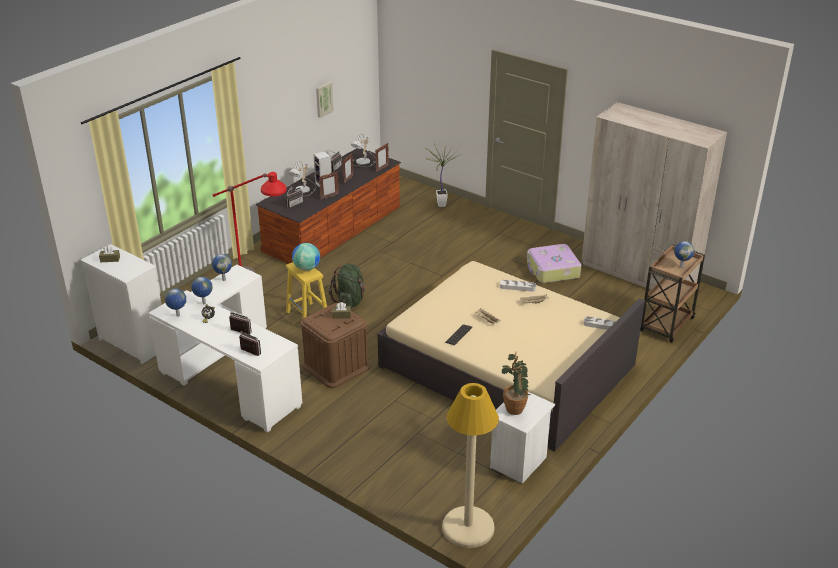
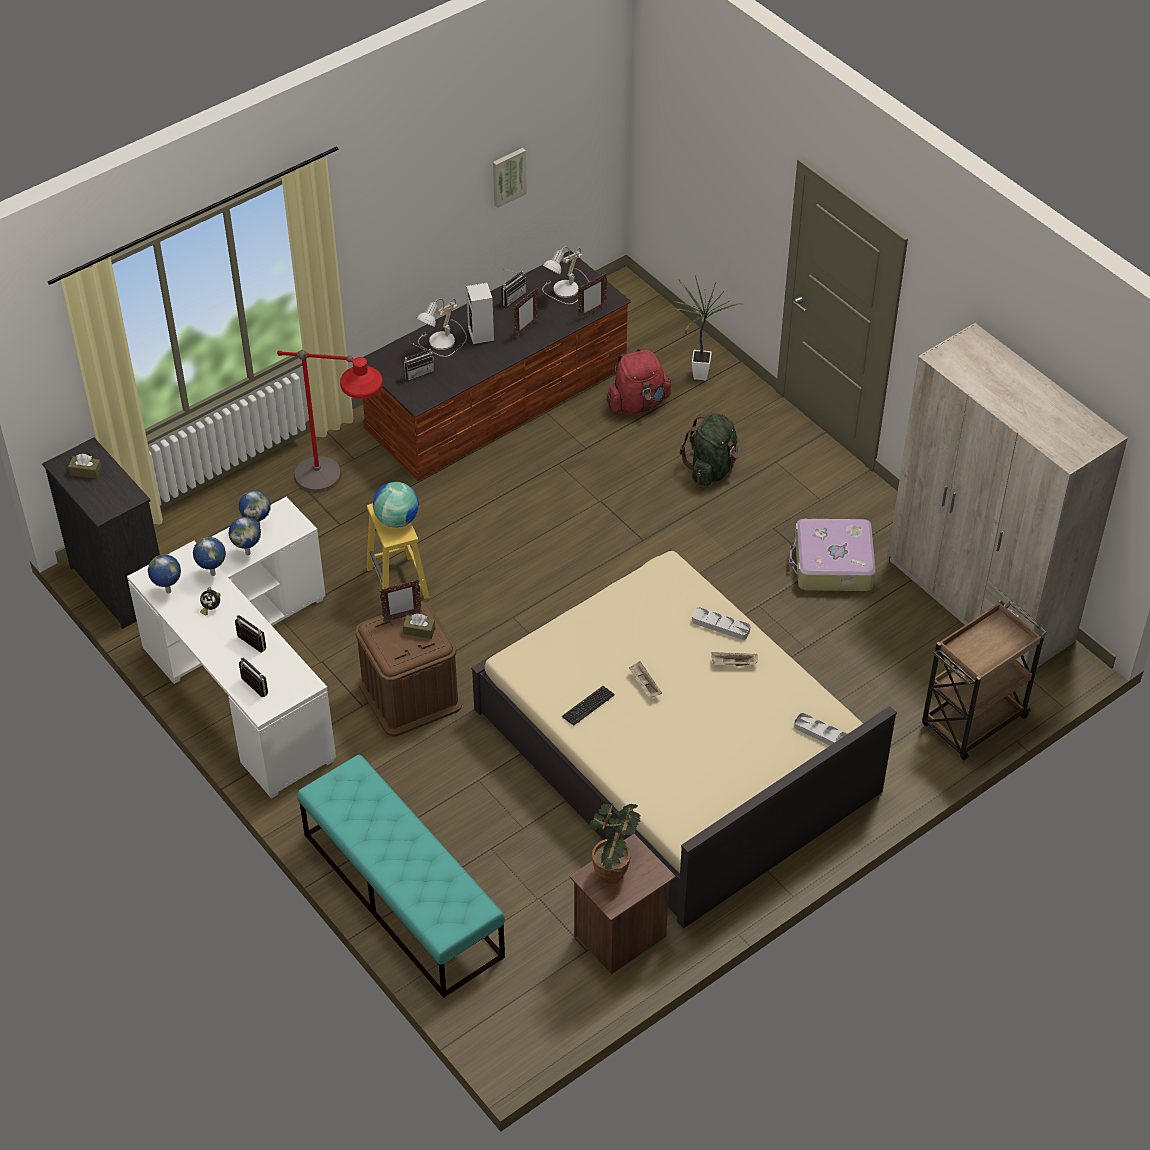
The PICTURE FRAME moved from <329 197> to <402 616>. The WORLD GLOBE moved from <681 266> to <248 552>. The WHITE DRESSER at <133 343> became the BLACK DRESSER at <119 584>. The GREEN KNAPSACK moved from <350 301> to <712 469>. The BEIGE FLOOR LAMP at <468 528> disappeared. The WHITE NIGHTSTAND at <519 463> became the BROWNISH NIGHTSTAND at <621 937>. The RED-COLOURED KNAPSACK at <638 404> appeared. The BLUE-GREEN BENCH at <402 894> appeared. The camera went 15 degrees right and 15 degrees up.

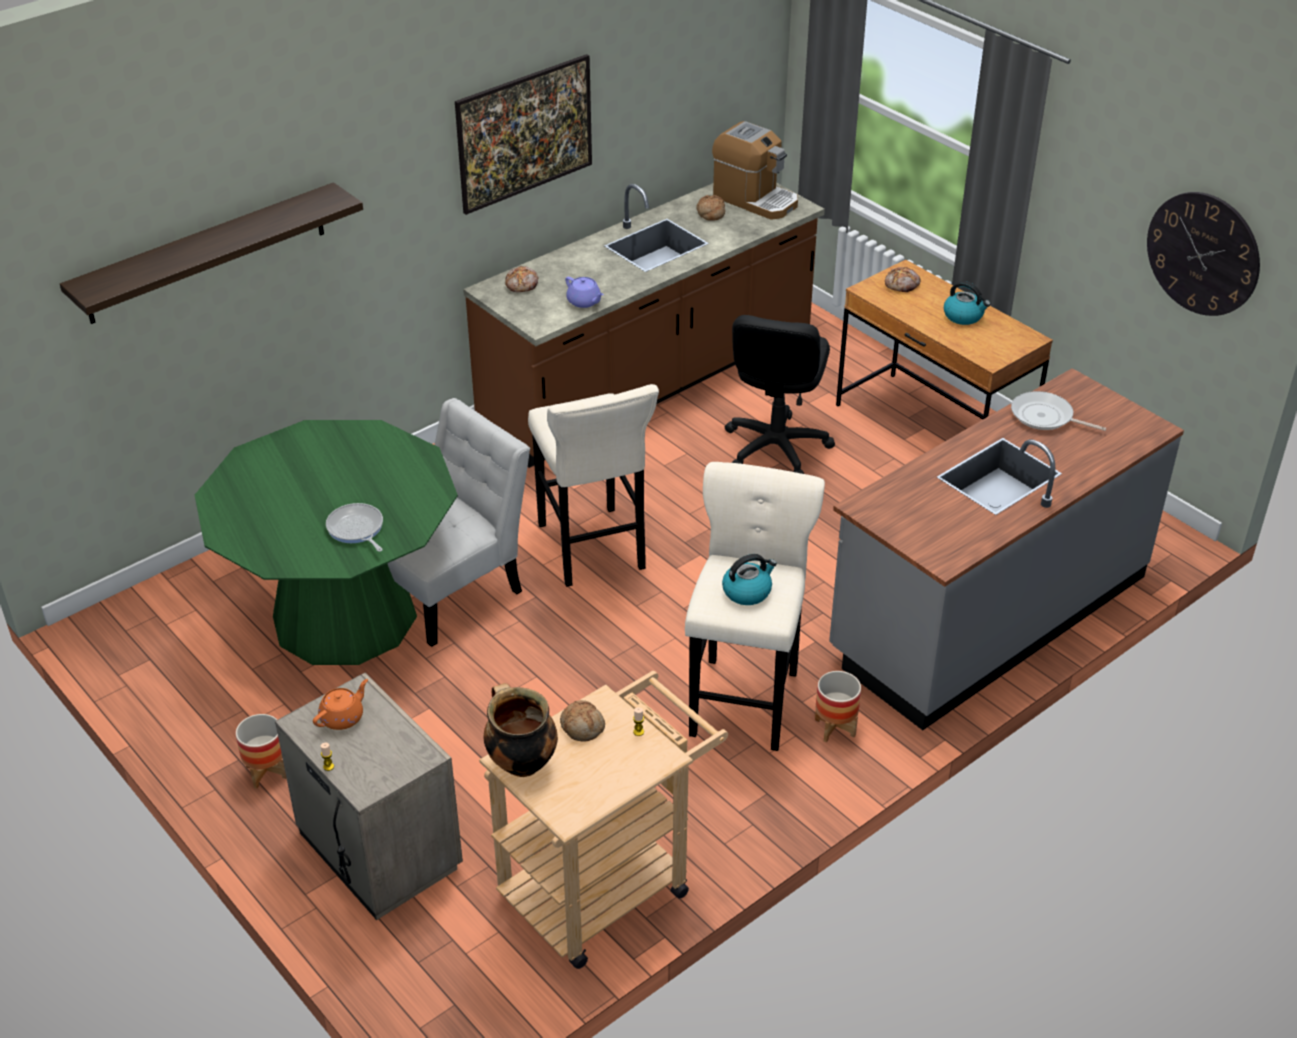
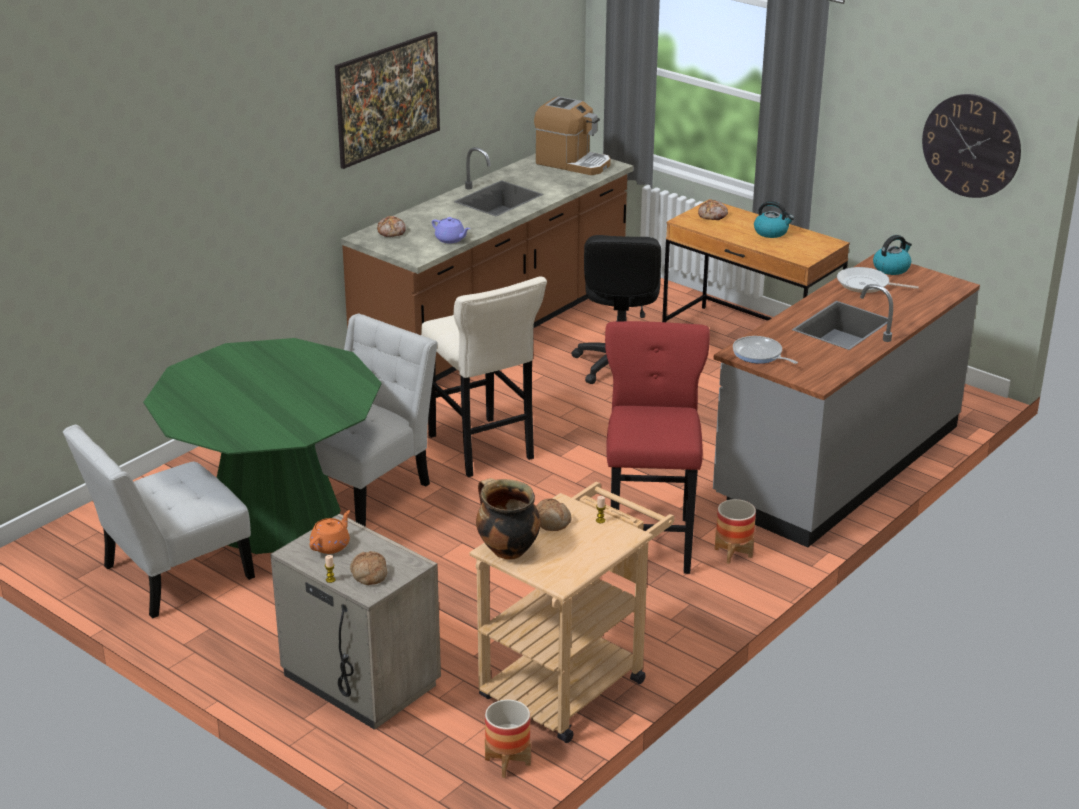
The BRACKET SHELF at <206 253> disappeared. The BREAD moved from <710 213> to <368 574>. The BEIGE STOOL SEAT at <745 698> became the RED-COLOURED STOOL SEAT at <650 540>. The PAN moved from <356 529> to <759 354>. The WATER KETTLE moved from <747 591> to <891 268>. The PLANT POT moved from <266 772> to <507 762>. The WHITE PLAIN CHAIR at <170 575> appeared. The camera went 10 degrees left and 10 degrees down.

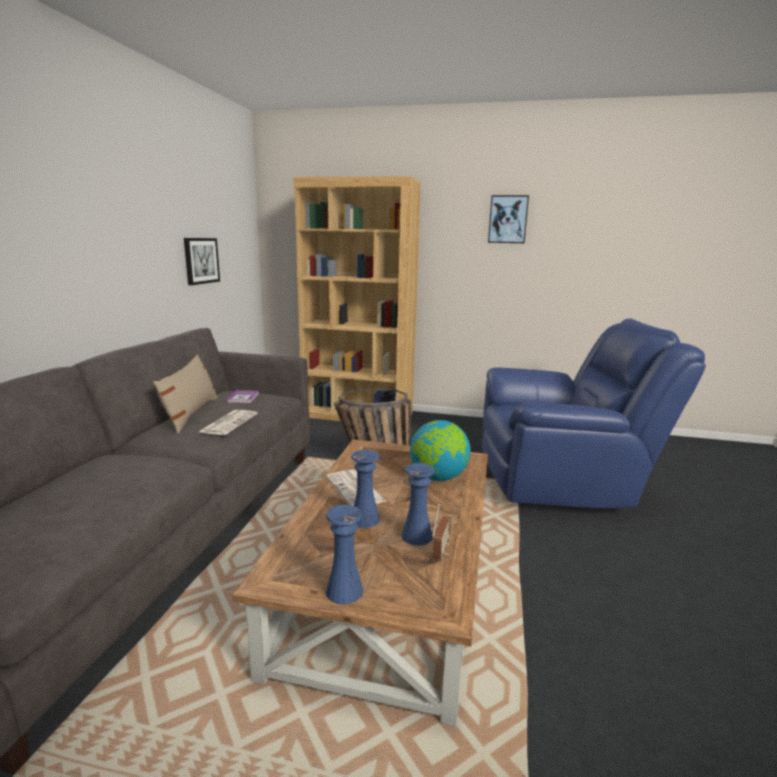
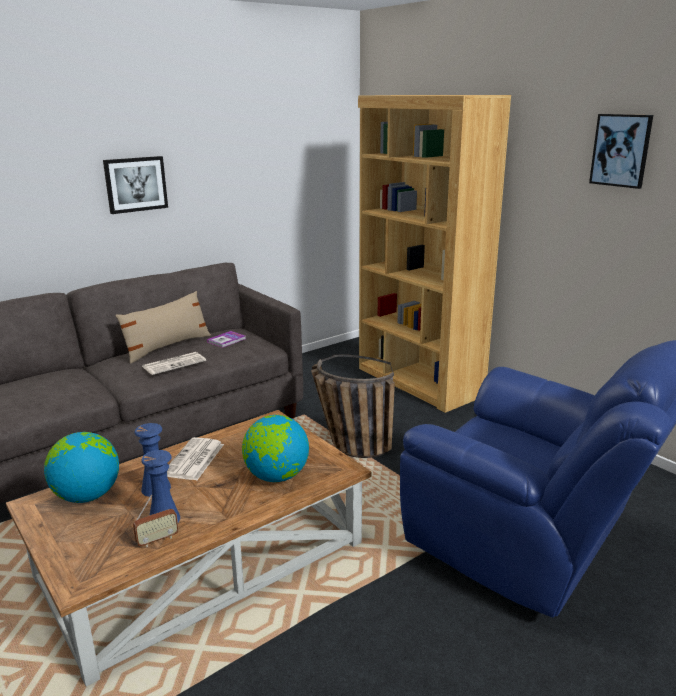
The PICTURE moved from <201 260> to <135 184>. The BLUISH DECORATIVE VASE at <344 591> disappeared. The WORLD GLOBE at <87 496> appeared. The camera went 40 degrees right and 5 degrees up.

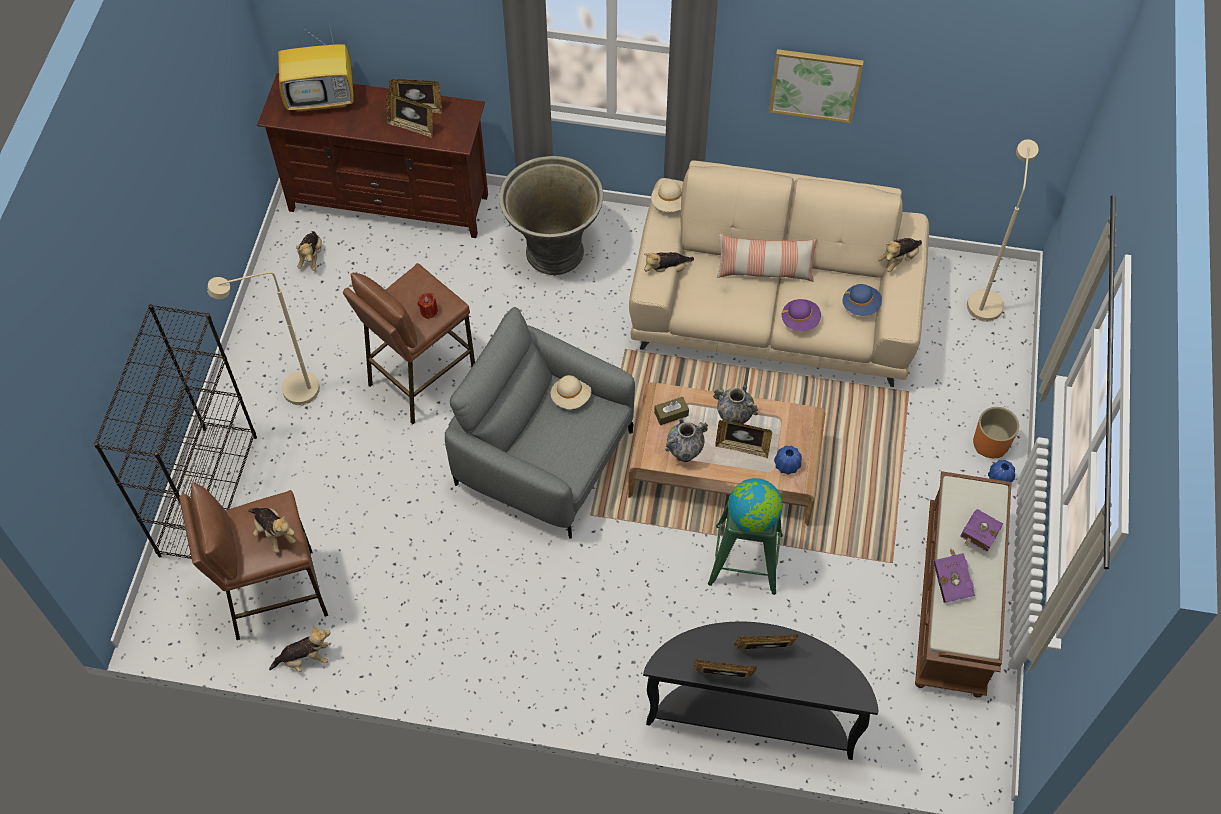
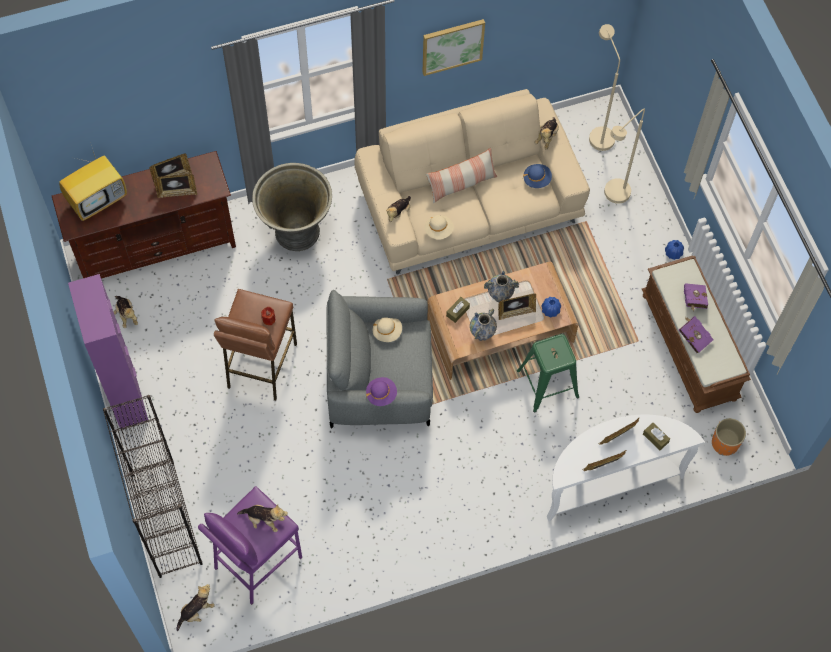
The BEIGE HAT moved from <670 203> to <439 230>. The BEIGE FLOOR LAMP moved from <290 393> to <613 197>. The PURPLE-COLOURED HAT moved from <800 320> to <381 394>. The ORANGE-COLOURED PLANT POT moved from <990 444> to <725 443>. The WORLD GLOBE at <753 518> disappeared. The BROWNISH STOOL SEAT at <274 595> became the PURPLE-COLOURED STOOL SEAT at <257 562>. The BLACK NARROW TABLE at <752 715> became the WHITE NARROW TABLE at <609 481>. The CUDDLY TOY moved from <305 659> to <196 611>. The PURPLE-COLOURED CUPBOARD at <126 397> appeared. The BROWNISH TISSUE BOX at <655 438> appeared. The camera went 30 degrees left and 5 degrees up.

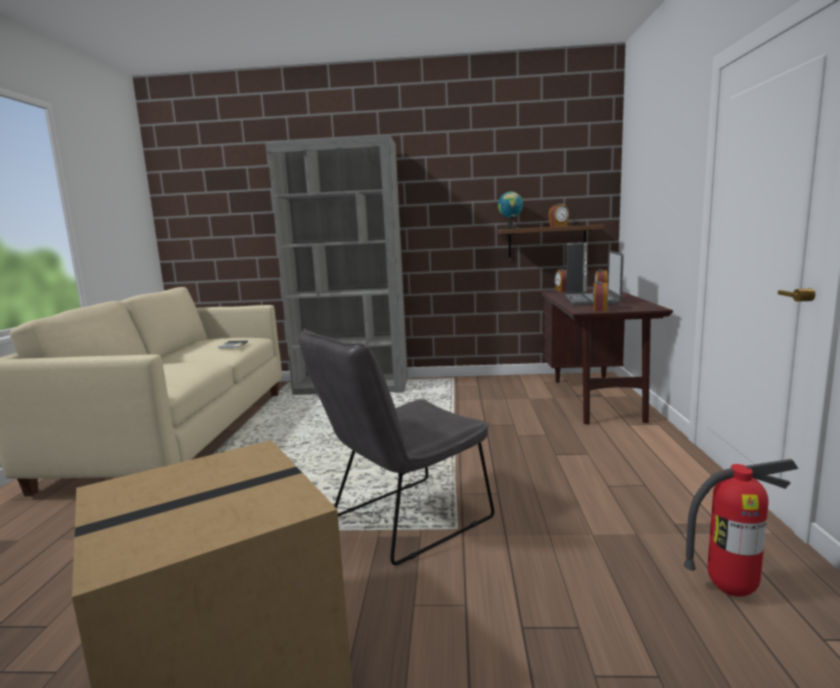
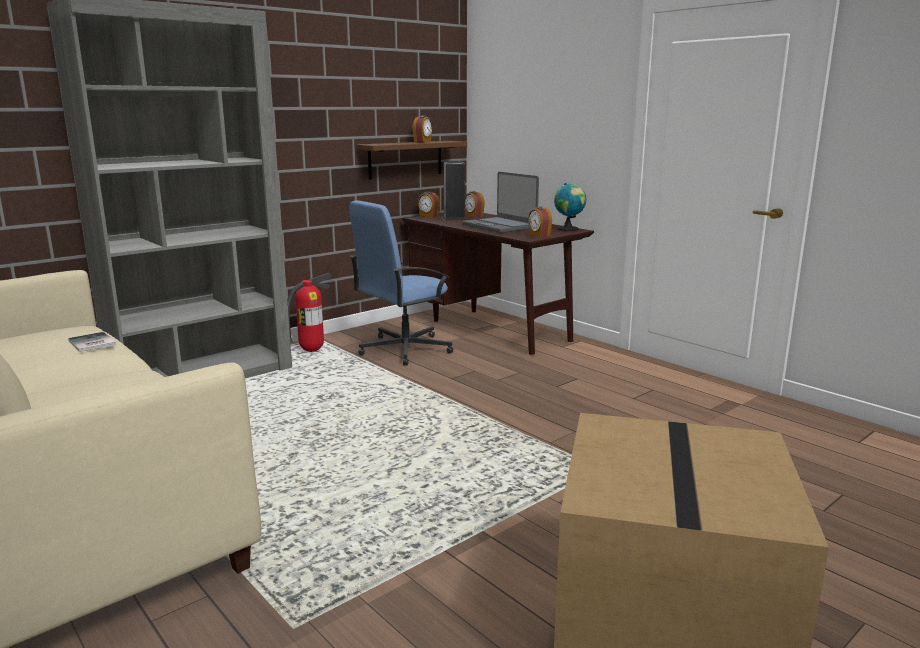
The WORLD GLOBE moved from <510 228> to <569 229>. The GREYISH PLAIN CHAIR at <402 521> disappeared. The FIRE-FIGHTING CYLINDER moved from <731 590> to <311 350>. The BLUISH DESK CHAIR at <403 349> appeared. The camera went 45 degrees left and 5 degrees up.

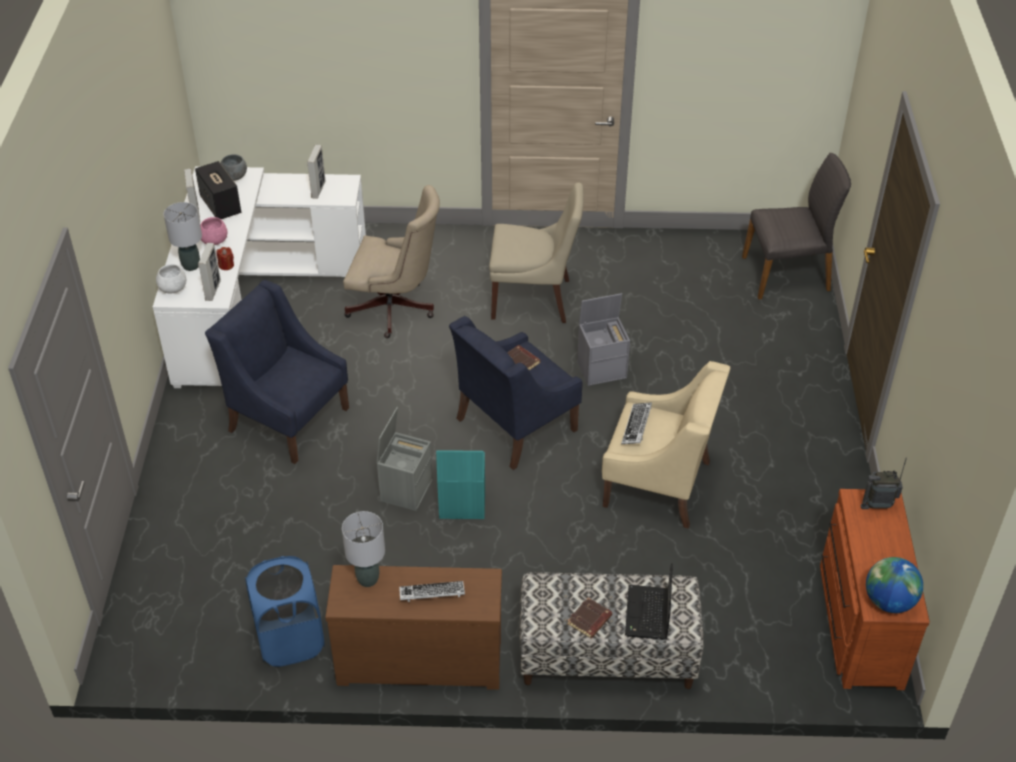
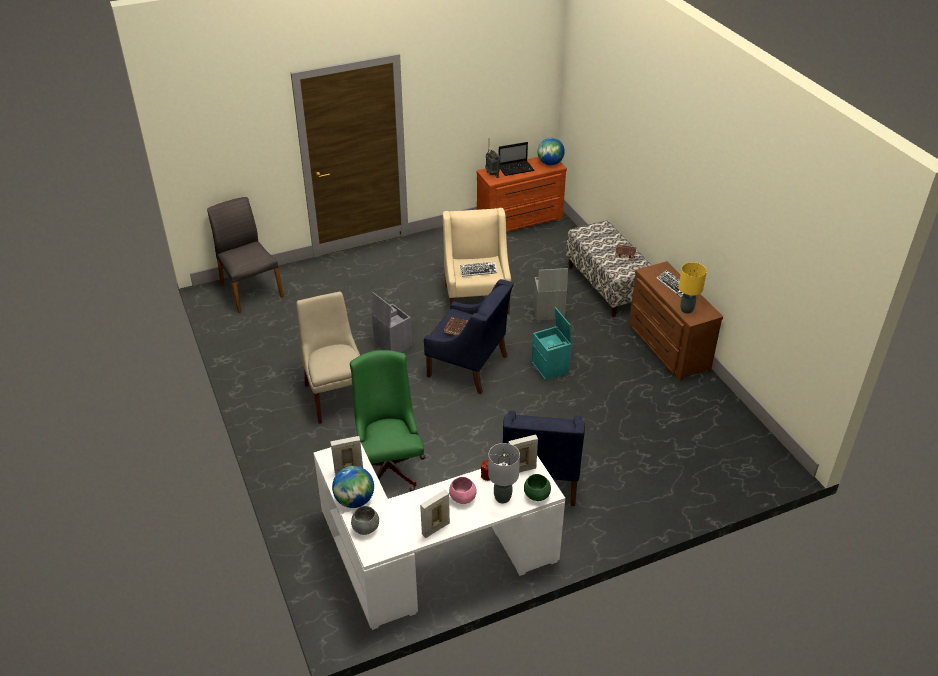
The LOUDSPEAKER at <221 205> disappeared. The BEIGE DESK CHAIR at <396 310> became the GREEN DESK CHAIR at <388 465>. The WHITE BOWL at <173 288> became the GREEN BOWL at <536 495>. The GREYISH STORAGE BIN moved from <406 489> to <548 312>. The GREYISH TABLETOP LAMP at <367 579> became the YELLOW TABLETOP LAMP at <687 310>. The BLUISH LAUNDRY BASKET at <290 640> disappeared. The PORTABLE COMPUTER moved from <648 614> to <516 168>. The WORLD GLOBE at <354 500> appeared. The camera went 115 degrees left and 5 degrees down.

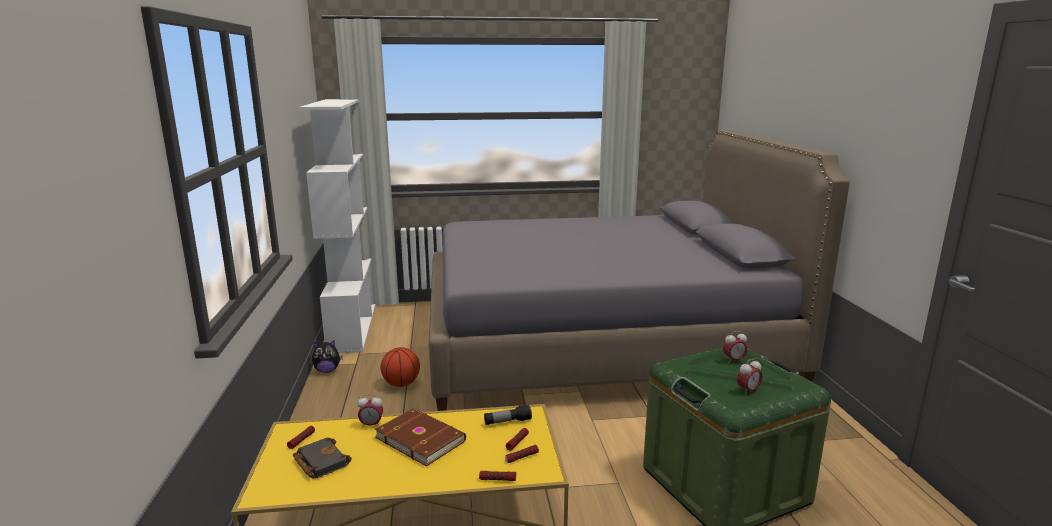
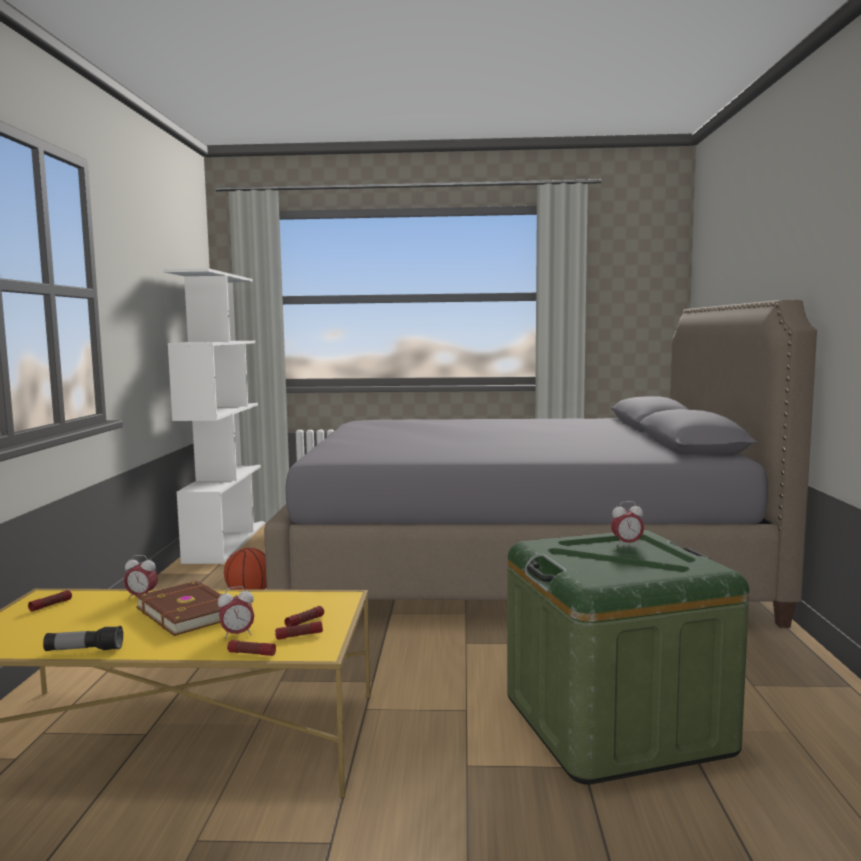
The CUDDLY TOY at <327 370> disappeared. The TABLE CLOCK moved from <748 391> to <237 634>. The TORCH moved from <507 422> to <84 650>. The BLACK BOOK at <319 462> disappeared. The camera went 10 degrees right and 10 degrees down.

